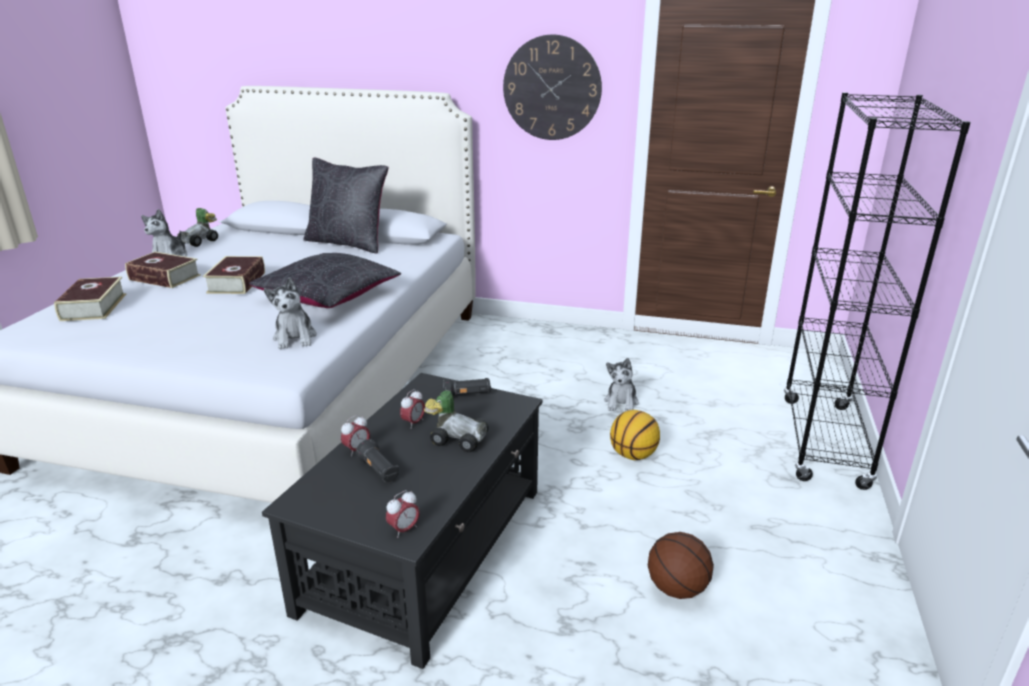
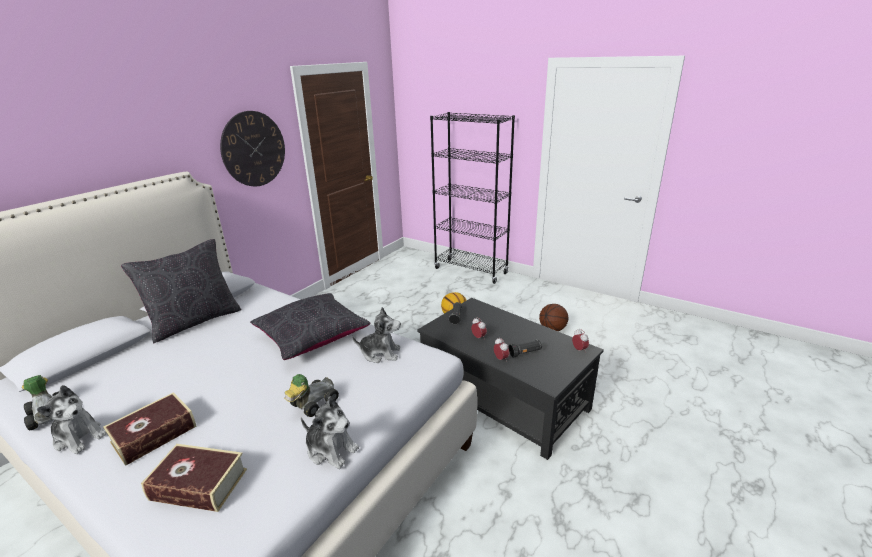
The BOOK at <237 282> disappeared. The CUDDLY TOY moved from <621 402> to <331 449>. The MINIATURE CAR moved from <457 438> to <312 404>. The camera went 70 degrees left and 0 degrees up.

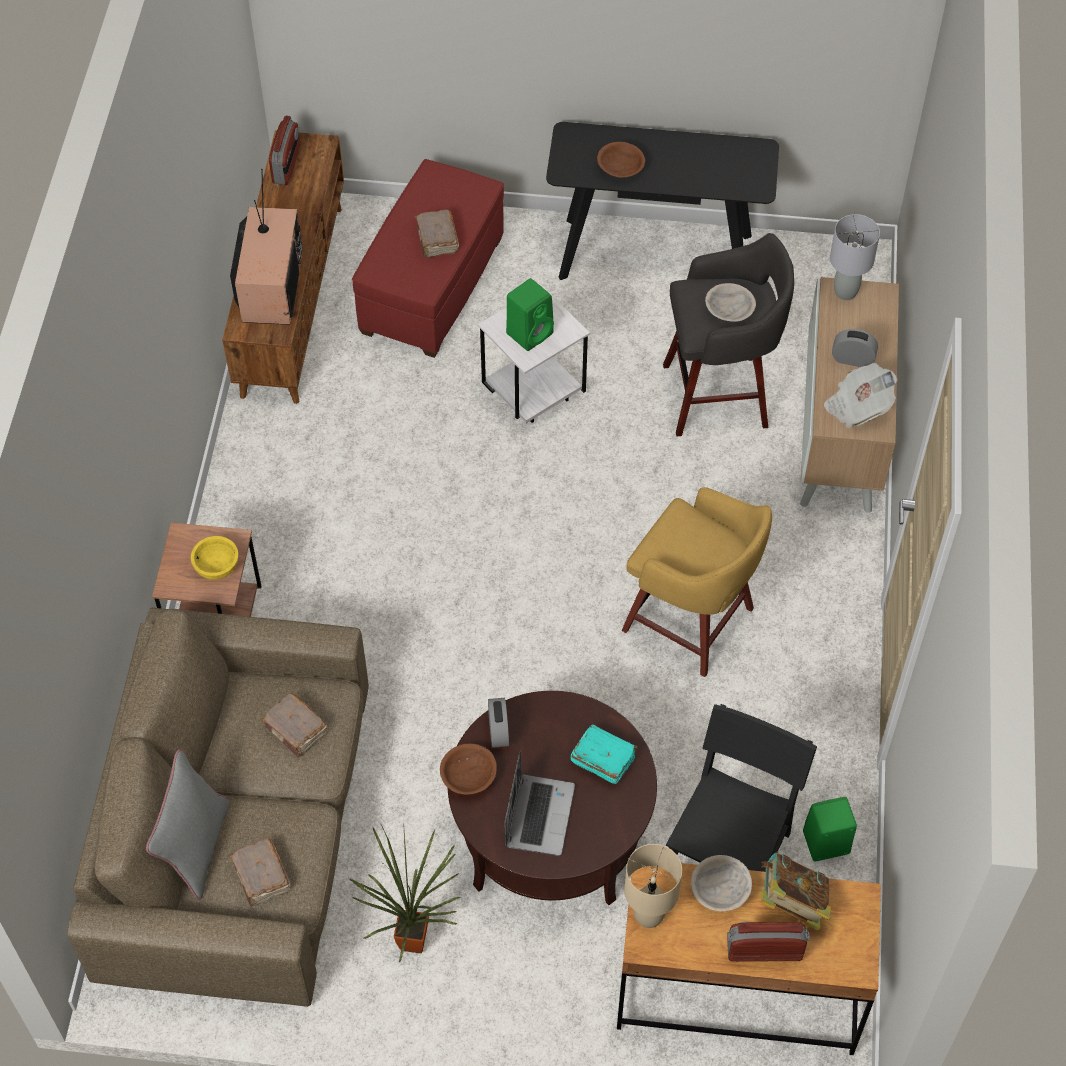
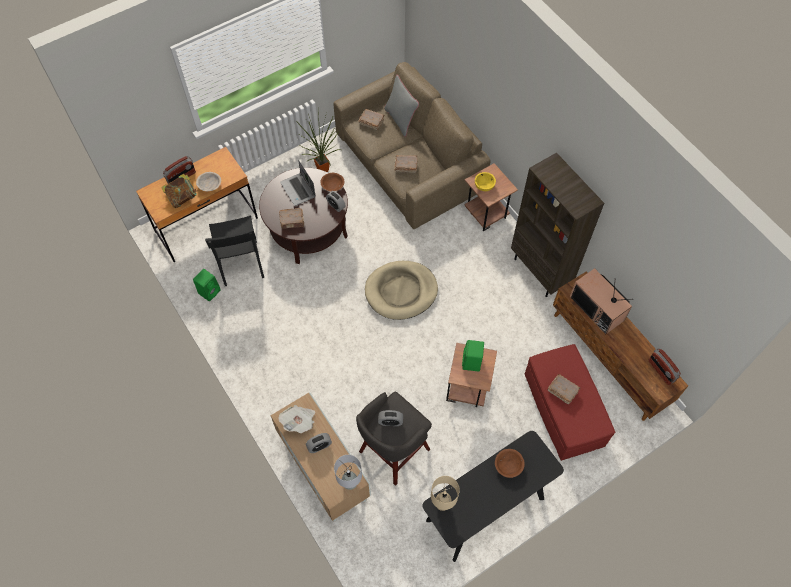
The BEIGE BOWL at <729 311> was replaced by the TABLE CLOCK at <390 421>. The WHITE SIDE TABLE at <533 396> became the BROWNISH SIDE TABLE at <468 390>. The YELLOW STOOL SEAT at <691 622> disappeared. The BLUE-GREEN BOOK at <602 759> became the BROWNISH BOOK at <292 221>. The BEIGE TABLETOP LAMP moved from <648 915> to <443 504>. The BROWNISH BOOKCASE at <540 272> appeared. The BEIGE DOG CUSHION at <401 291> appeared. The camera went 140 degrees right and 5 degrees up.

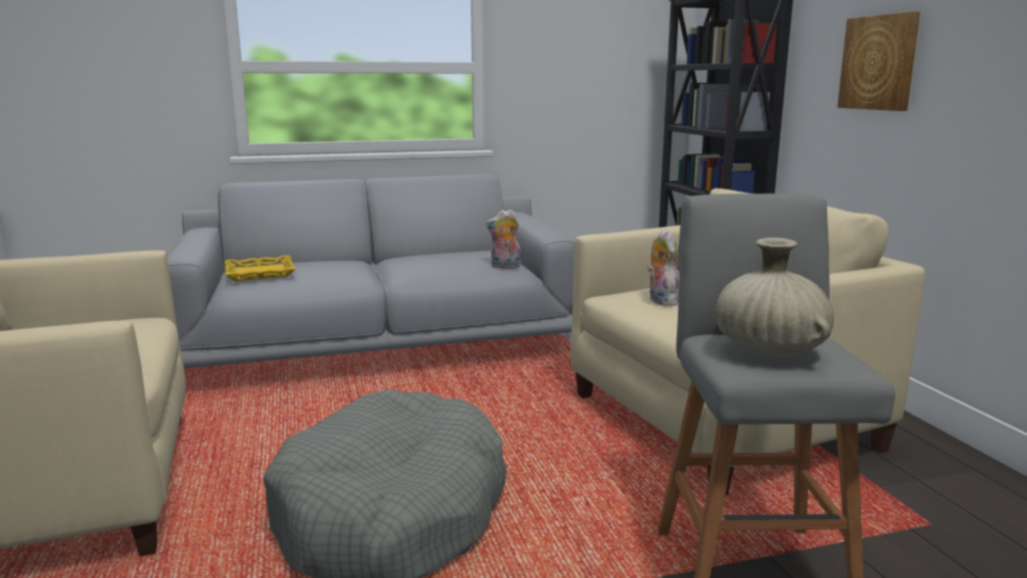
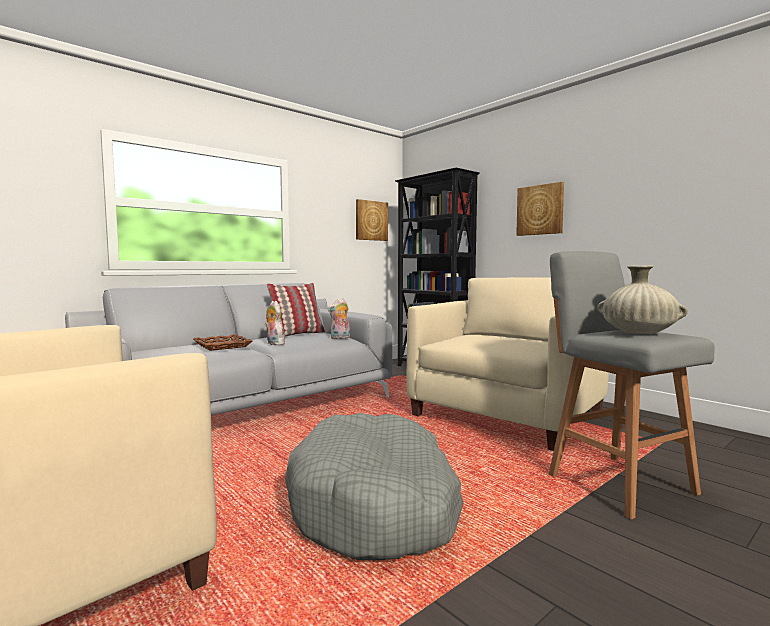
The CUDDLY TOY moved from <660 301> to <274 343>. The YELLOW TRAY at <260 273> disappeared. The PICTURE at <371 220> appeared. The THROW PILLOW at <297 334> appeared. The BROWNISH TRAY at <222 346> appeared. The camera went 25 degrees left and 10 degrees down.

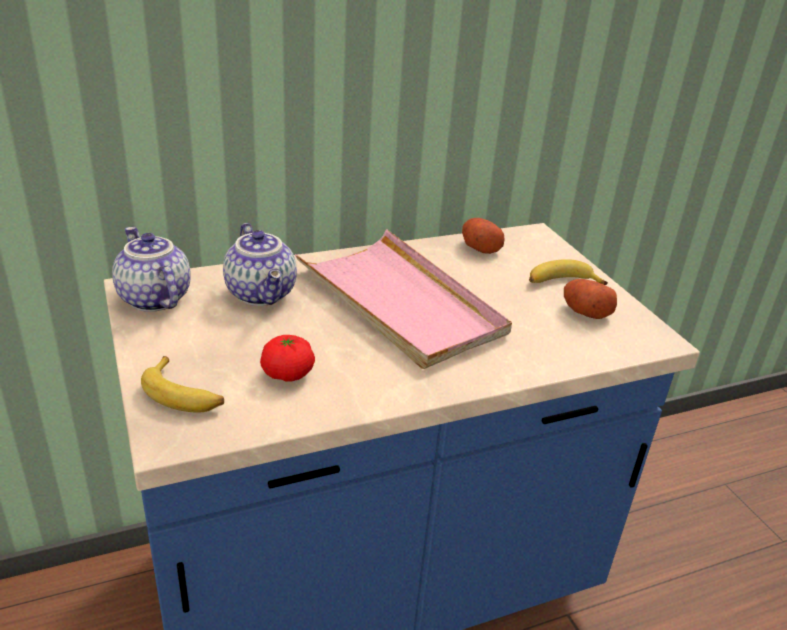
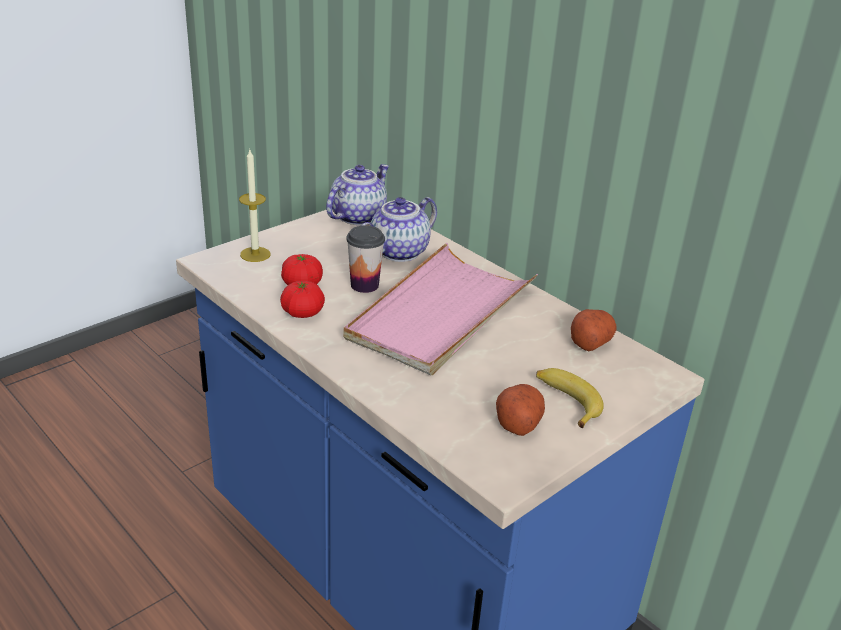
The BANANA at <184 394> was replaced by the WAX LIGHT at <255 254>. The DRINKING CUP at <364 285> appeared. The FRESH TOMATO at <302 313> appeared. The camera went 70 degrees right and 0 degrees up.

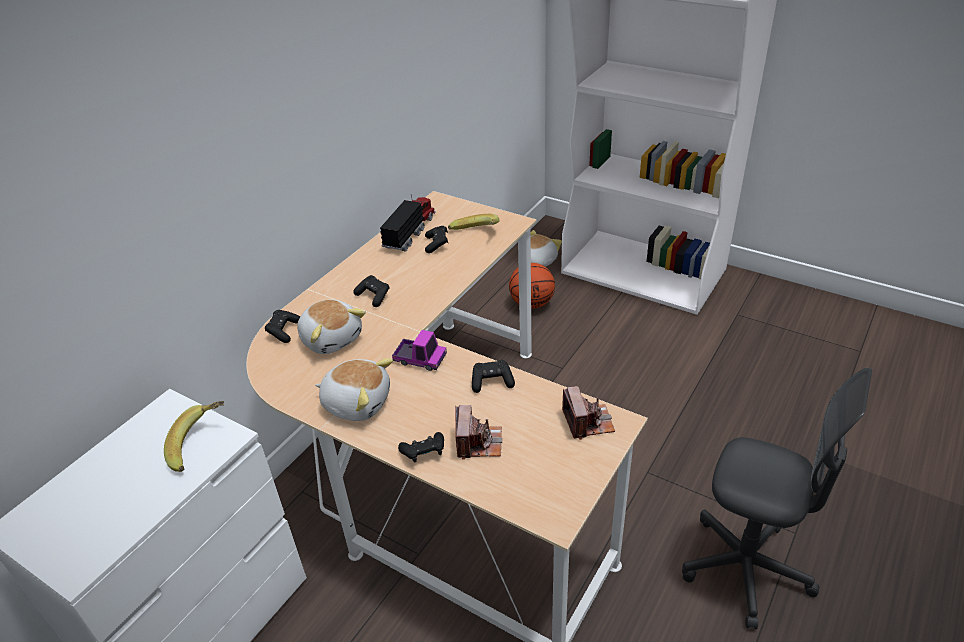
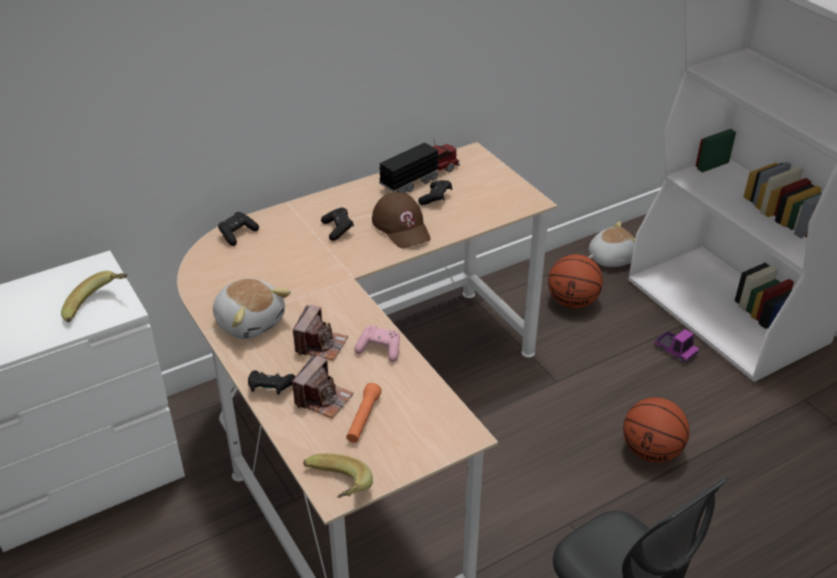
The BANANA moved from <475 235> to <335 491>. The CUDDLY TOY at <332 338> disappeared. The TOY TRUCK moved from <420 359> to <675 351>. The BLACK GAME CONTROLLER at <492 382> became the PINK GAME CONTROLLER at <379 350>. The PHOTO CAMERA moved from <588 422> to <321 345>. The BROWNISH PEAKED CAP at <402 227> appeared. The ORANGE-COLOURED TORCH at <363 419> appeared. The BASKETBALL BALL at <651 451> appeared. The camera went 25 degrees right and 0 degrees up.

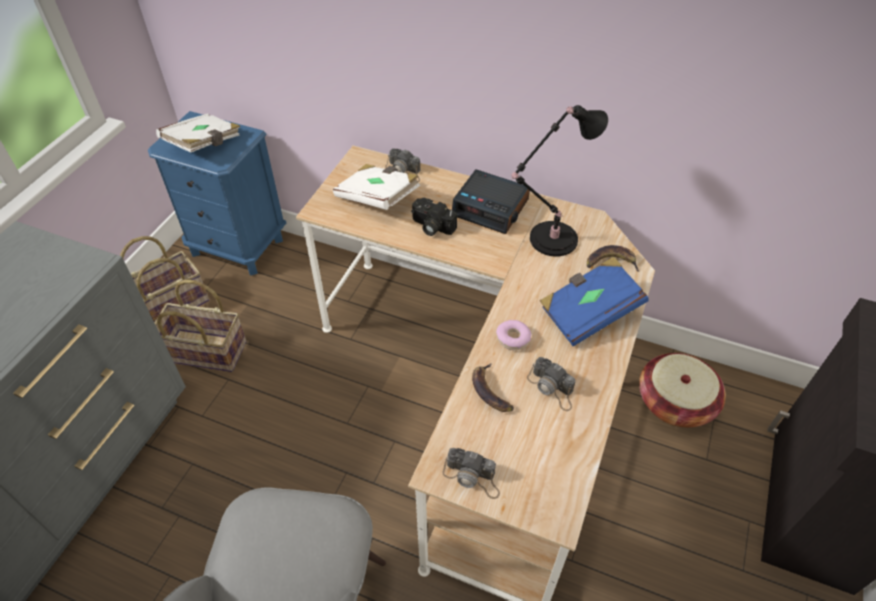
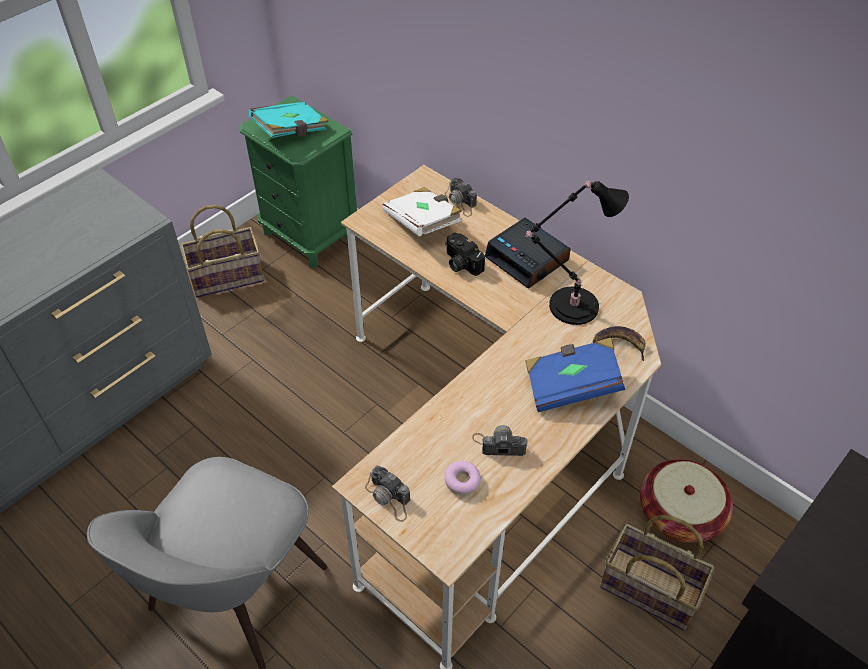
The BLUISH NIGHTSTAND at <238 246> became the GREEN NIGHTSTAND at <309 235>. The WHITE BOOK at <204 144> became the BLUE-GREEN BOOK at <291 132>. The BASKET moved from <204 352> to <648 590>. The RING DOUGHNUT moved from <513 338> to <462 481>. The PHOTO CAMERA at <552 388> turned 120 degrees clockwise. The BANANA at <490 391> disappeared. The camera went 20 degrees right and 0 degrees up.

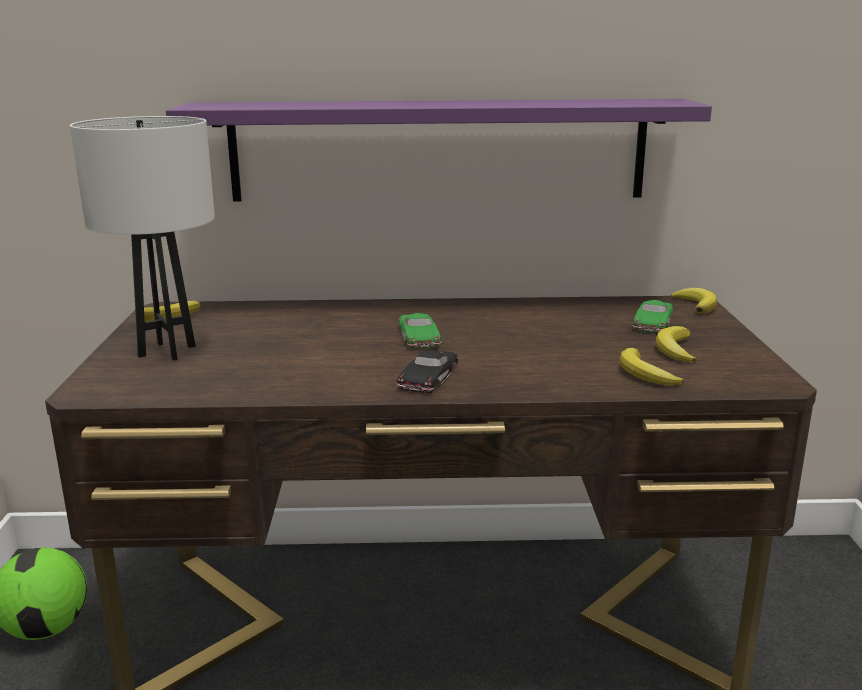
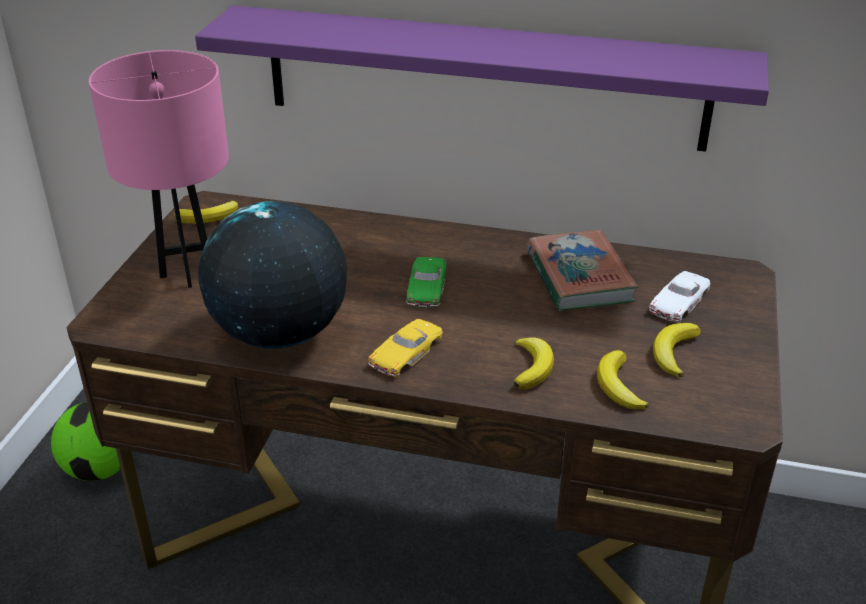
The WHITE TABLETOP LAMP at <167 351> became the PINK TABLETOP LAMP at <187 273>. The BANANA moved from <696 305> to <532 366>. The GREEN MINIATURE CAR at <653 321> became the WHITE MINIATURE CAR at <679 301>. The BLACK MINIATURE CAR at <428 377> became the YELLOW MINIATURE CAR at <406 352>. The WORLD GLOBE at <279 334> appeared. The BOOK at <579 277> appeared. The camera went 15 degrees right and 15 degrees up.

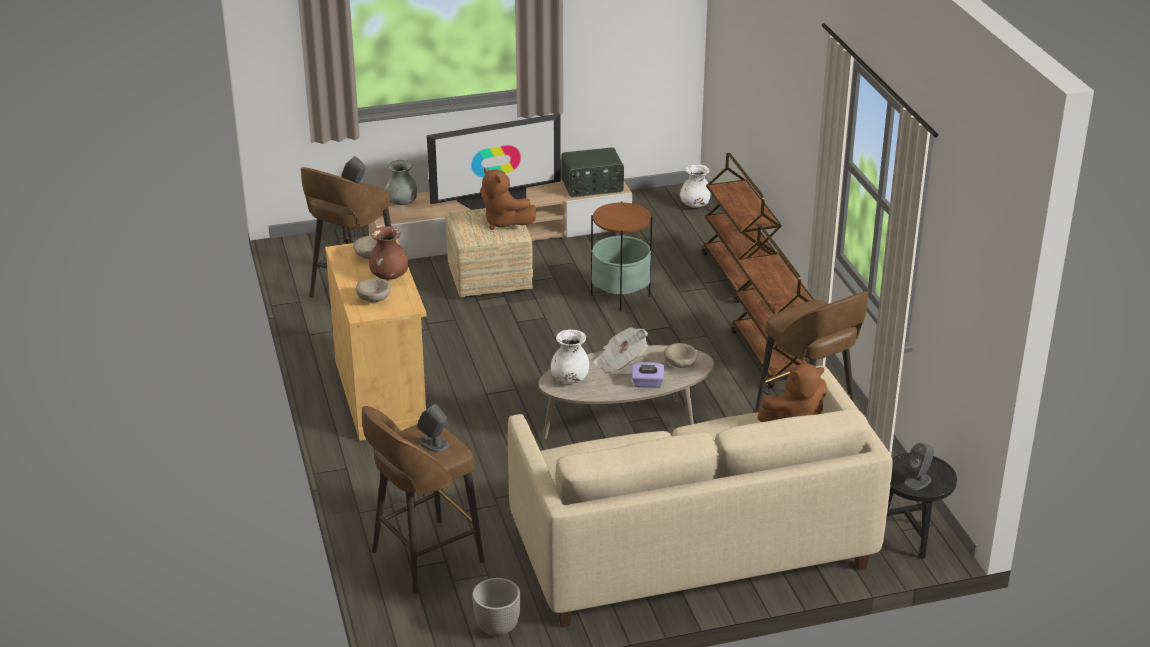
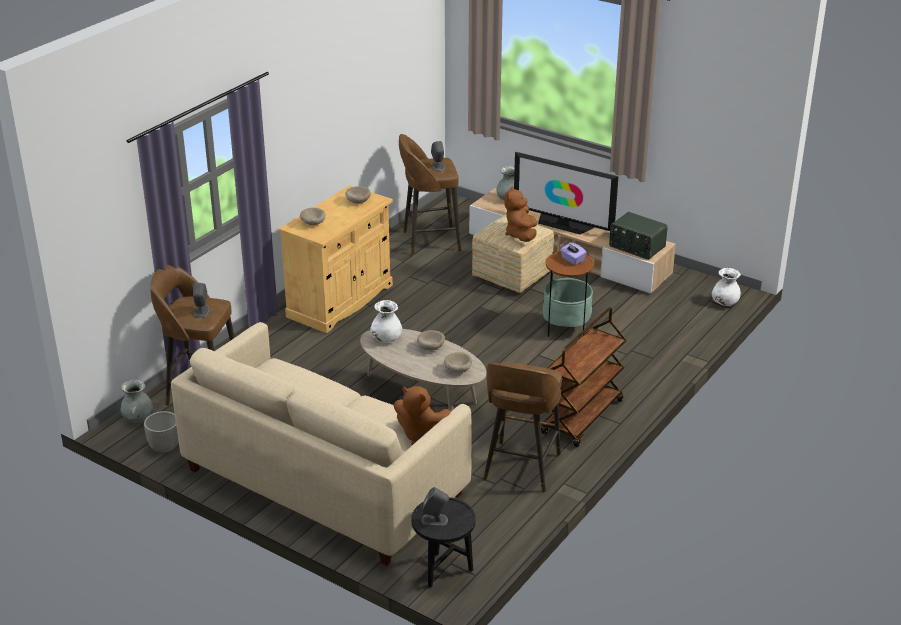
The BROWNISH WHEELED CART at <739 276> disappeared. The BROWNISH DECORATIVE VASE at <389 276> disappeared. The NEWSPAPER at <620 362> was replaced by the BEIGE BOWL at <430 348>. The PURPLE-COLOURED TISSUE BOX moved from <647 383> to <572 260>. The GREYISH DECORATIVE VASE at <138 418> appeared. The camera went 50 degrees right and 0 degrees up.

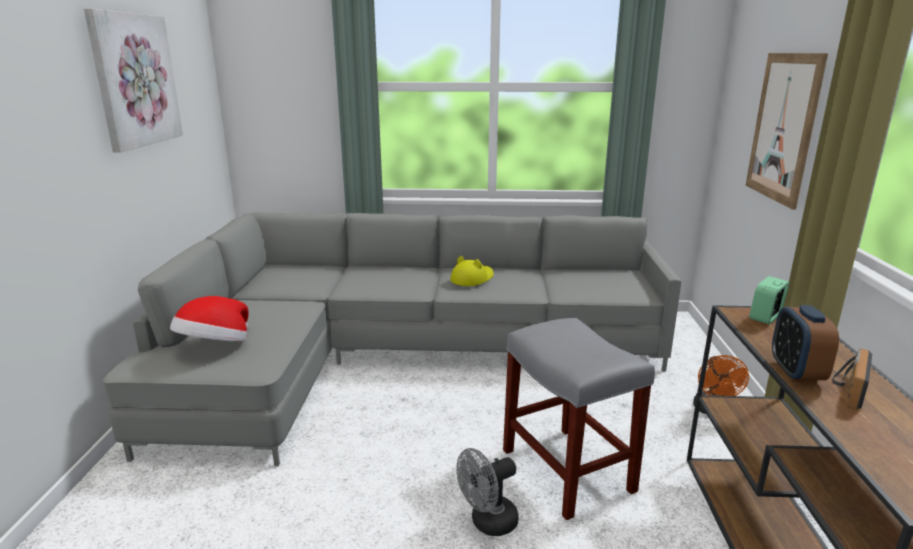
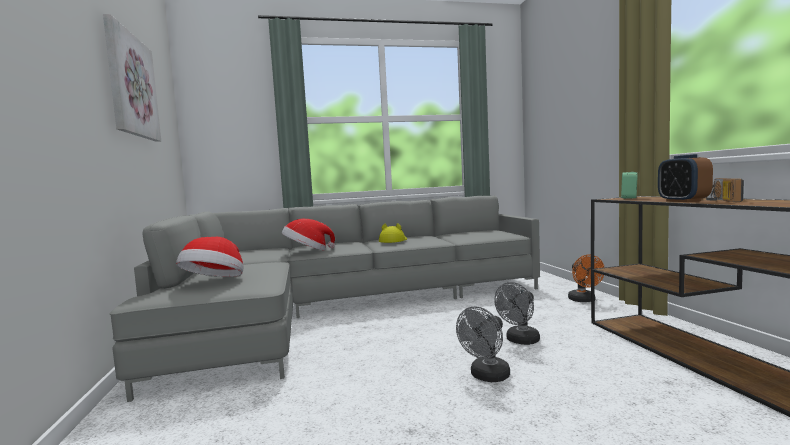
The PICTURE at <783 127> disappeared. The GREYISH STOOL SEAT at <568 471> was replaced by the GREYISH FAN at <520 341>. The HAT at <307 251> appeared. The camera went 15 degrees left and 15 degrees down.

